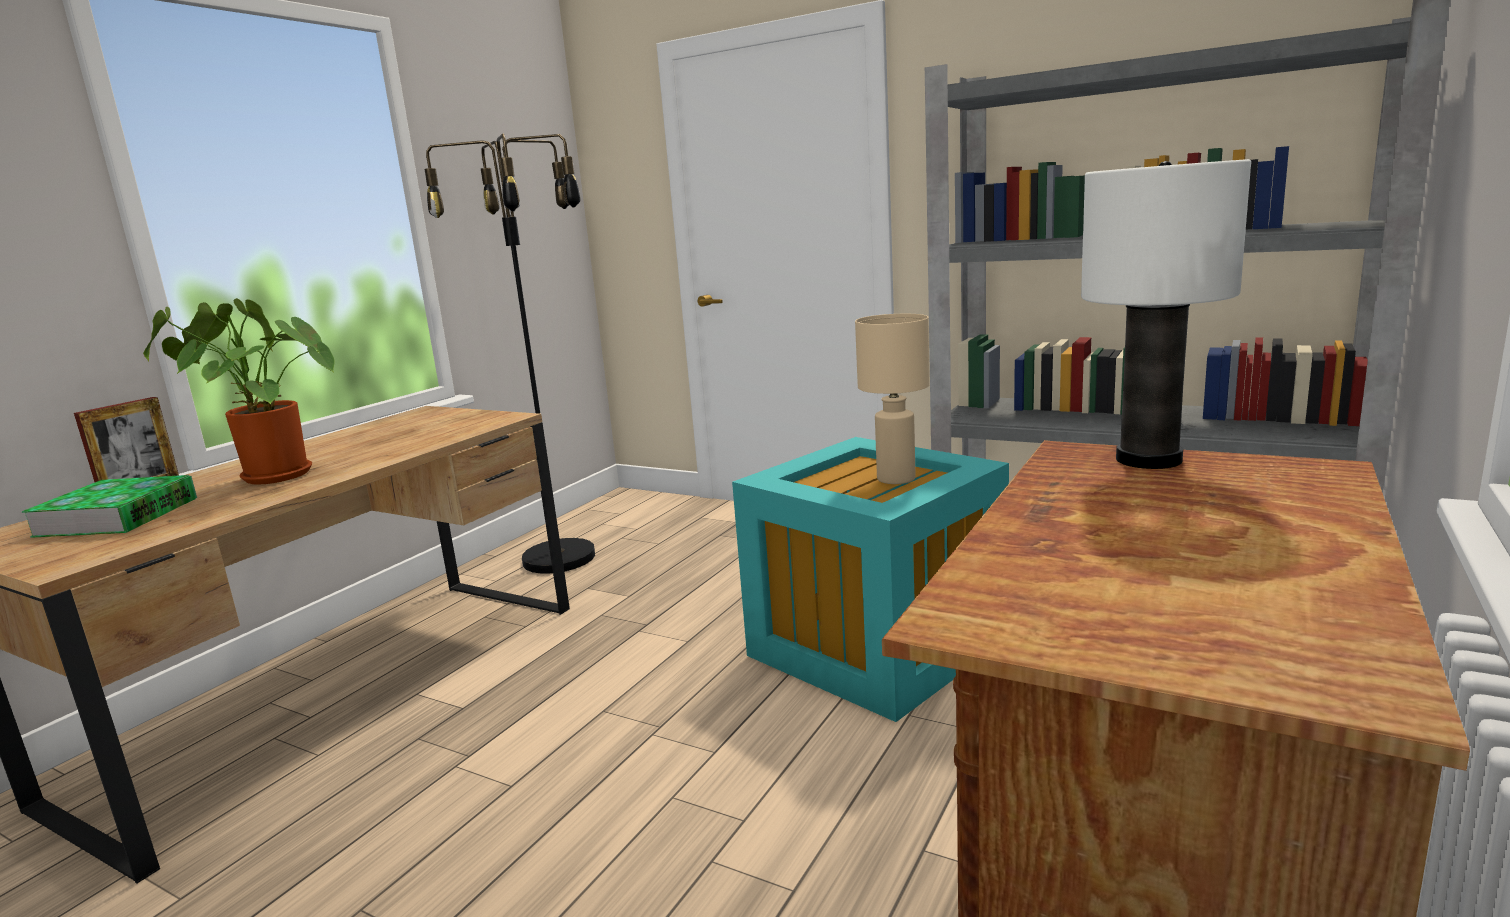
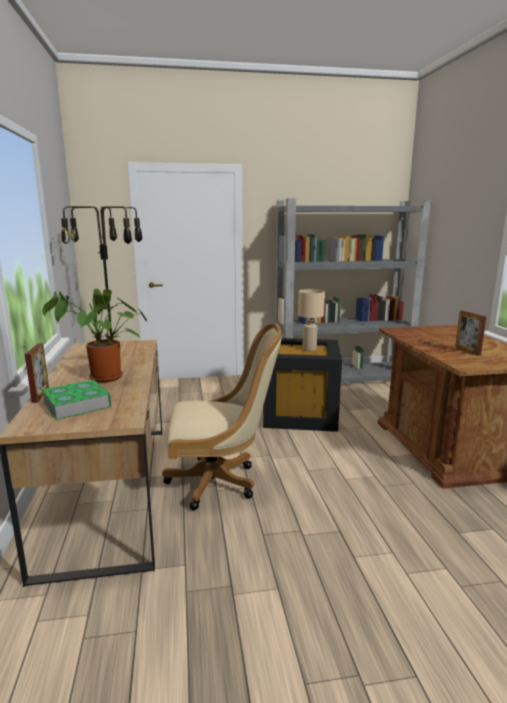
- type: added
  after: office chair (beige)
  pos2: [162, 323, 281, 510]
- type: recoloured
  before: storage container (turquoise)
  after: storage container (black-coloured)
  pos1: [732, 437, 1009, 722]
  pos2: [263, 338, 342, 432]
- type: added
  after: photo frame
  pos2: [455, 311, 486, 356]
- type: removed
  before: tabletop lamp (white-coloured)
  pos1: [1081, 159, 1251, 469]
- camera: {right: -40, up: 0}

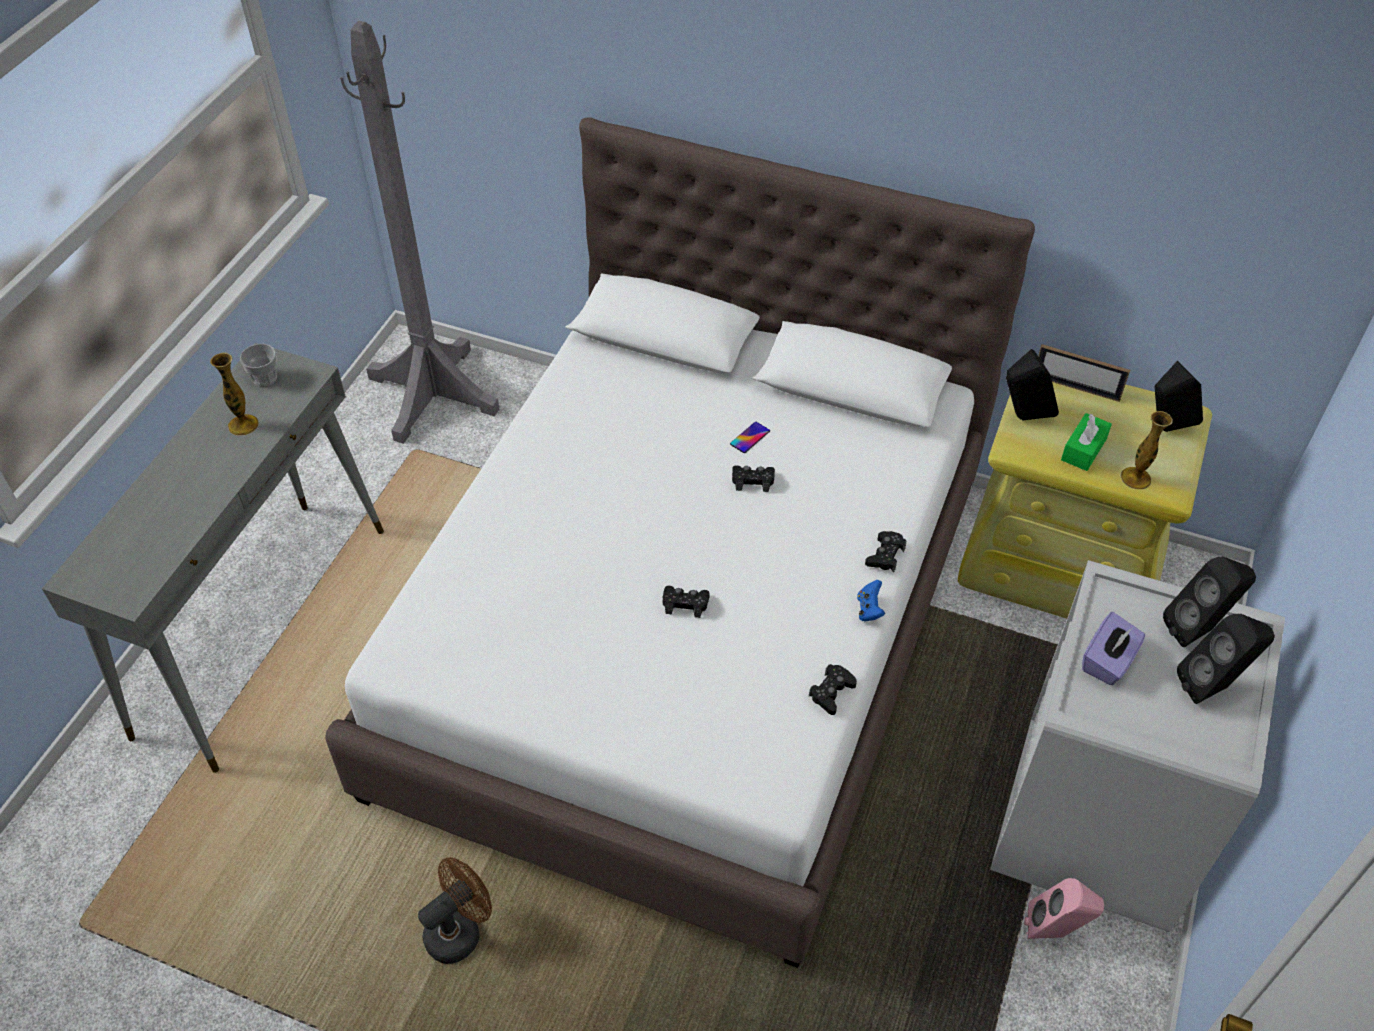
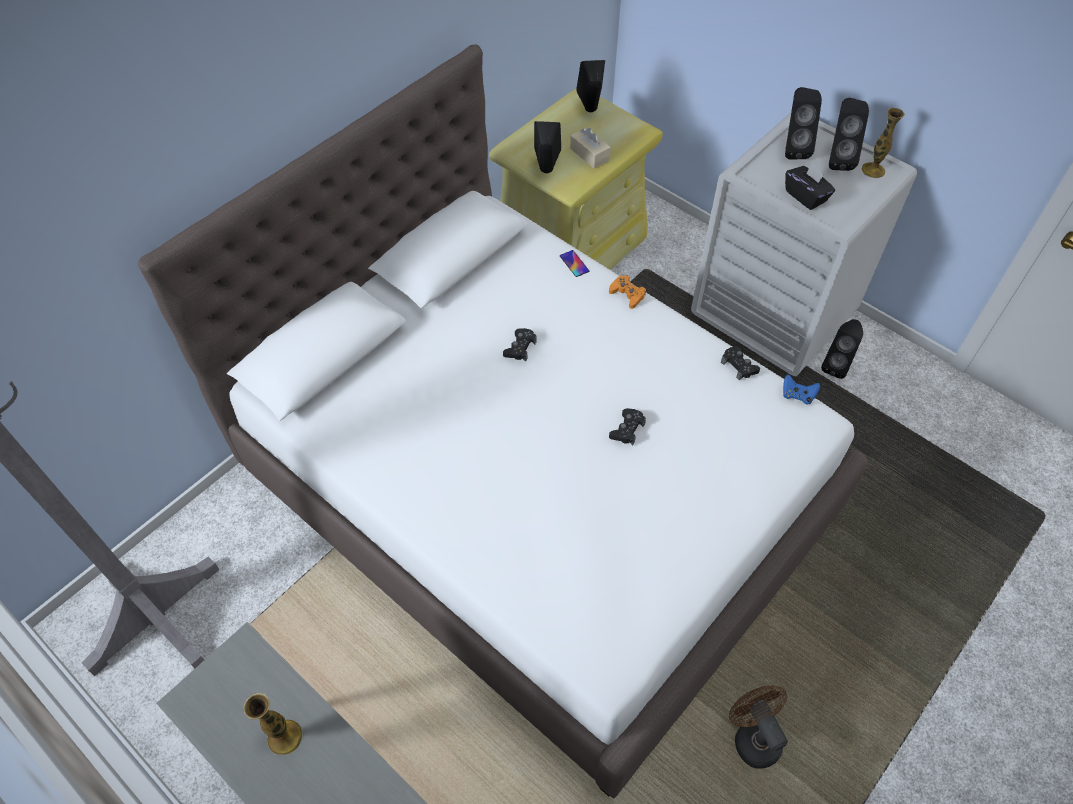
- type: moved
  before: phone
  pos1: [730, 422, 770, 453]
  pos2: [560, 250, 589, 277]
- type: recoloured
  before: box of tissues (green-coloured)
  after: box of tissues (beige)
  pos1: [1061, 413, 1112, 471]
  pos2: [570, 128, 611, 169]
- type: recoloured
  before: joypad (black-coloured)
  after: joypad (orangey)
  pos1: [865, 531, 906, 572]
  pos2: [609, 275, 646, 309]
- type: moved
  before: joypad (bluish)
  pos1: [857, 580, 885, 621]
  pos2: [783, 374, 820, 404]
- type: recoloured
  before: box of tissues (purplish)
  after: box of tissues (black-coloured)
  pos1: [1082, 612, 1145, 685]
  pos2: [785, 162, 835, 210]
- type: recoloured
  before: audio speaker (pink)
  after: audio speaker (black-coloured)
  pos1: [1024, 878, 1104, 939]
  pos2: [821, 319, 863, 379]
- type: moved
  before: decorative vase
  pos1: [1120, 411, 1173, 489]
  pos2: [862, 108, 905, 178]
- type: removed
  before: small cup
  pos1: [240, 344, 277, 387]
- type: removed
  before: photo frame
  pos1: [1038, 344, 1130, 402]
- camera: {right: -70, up: 5}

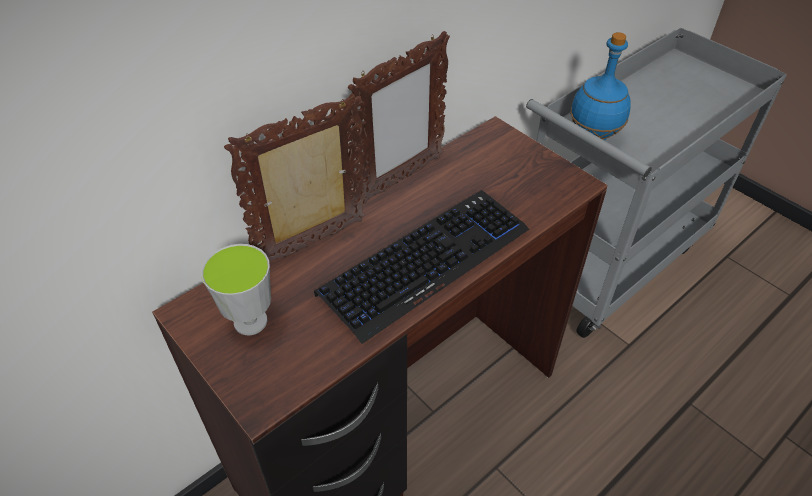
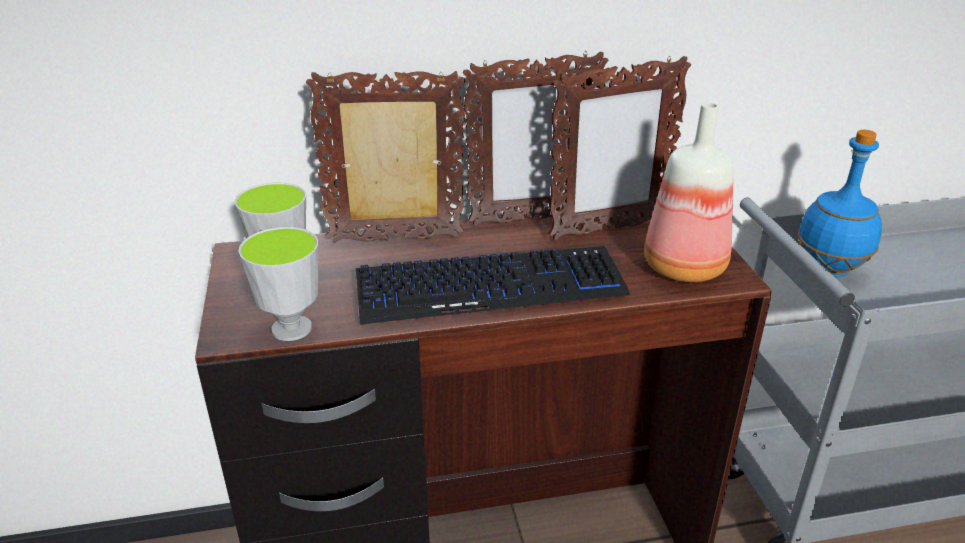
- type: added
  after: small cup
  pos2: [238, 227, 318, 341]
- type: added
  after: photo frame
  pos2: [549, 56, 691, 240]
- type: added
  after: bottle
  pos2: [644, 102, 734, 282]
- camera: {right: 30, up: -15}

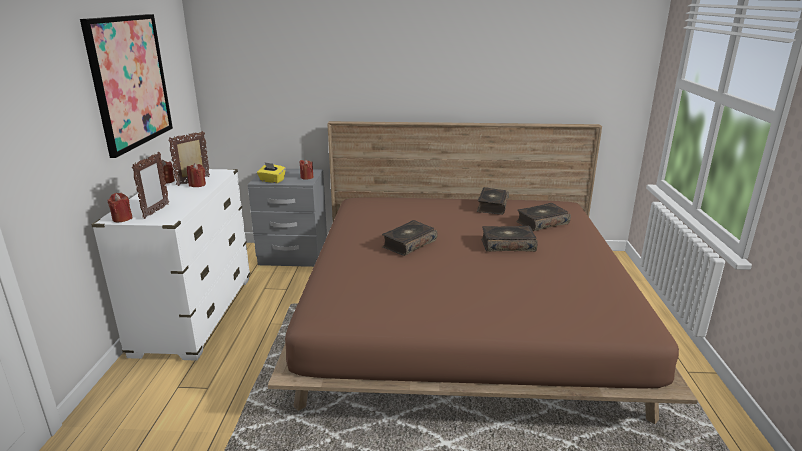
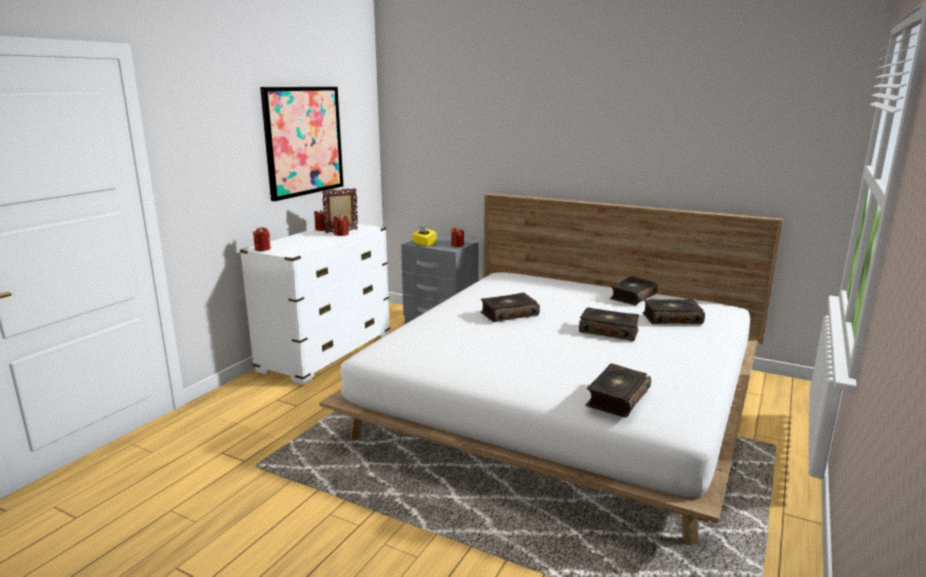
- type: recoloured
  before: bedroom bed (brown)
  after: bedroom bed (white-coloured)
  pos1: [268, 121, 698, 424]
  pos2: [319, 193, 783, 546]
- type: added
  after: volume
  pos2: [585, 364, 651, 418]
- type: removed
  before: photo frame
  pos1: [132, 152, 169, 219]
- camera: {right: 25, up: -5}

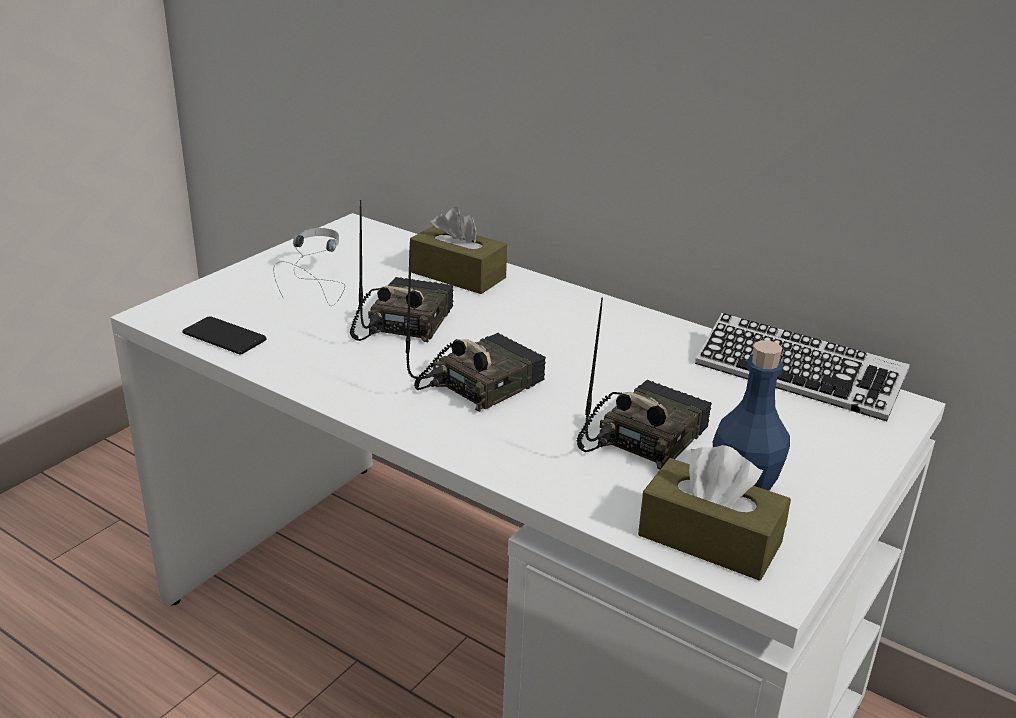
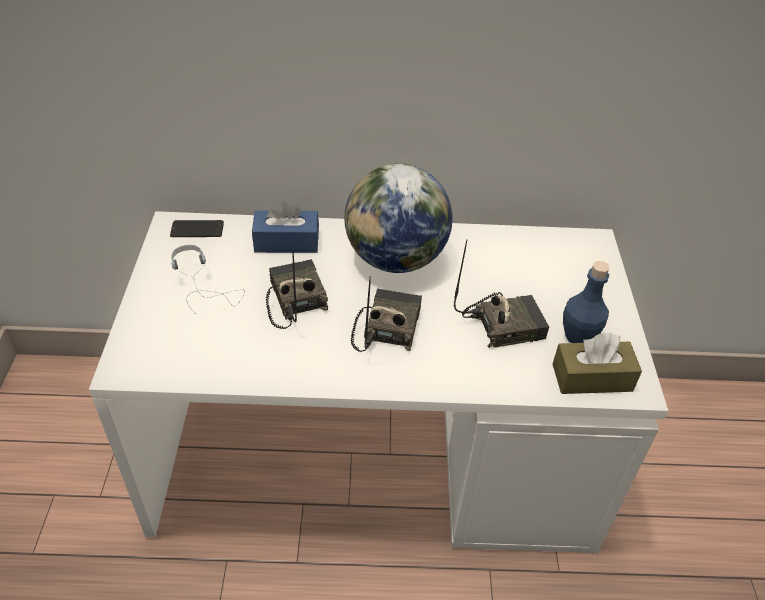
- type: moved
  before: phone
  pos1: [182, 316, 266, 354]
  pos2: [170, 220, 224, 237]
- type: recoloured
  before: box of tissues (brown)
  after: box of tissues (bluish)
  pos1: [410, 207, 507, 294]
  pos2: [252, 201, 319, 253]
- type: added
  after: desk globe
  pos2: [345, 163, 453, 273]
- type: turned
  before: radio set
  pos1: [576, 297, 712, 469]
  pos2: [454, 239, 549, 348]
  turn: 75
- type: removed
  before: keyboard
  pos1: [695, 313, 910, 421]
- camera: {right: -35, up: 15}

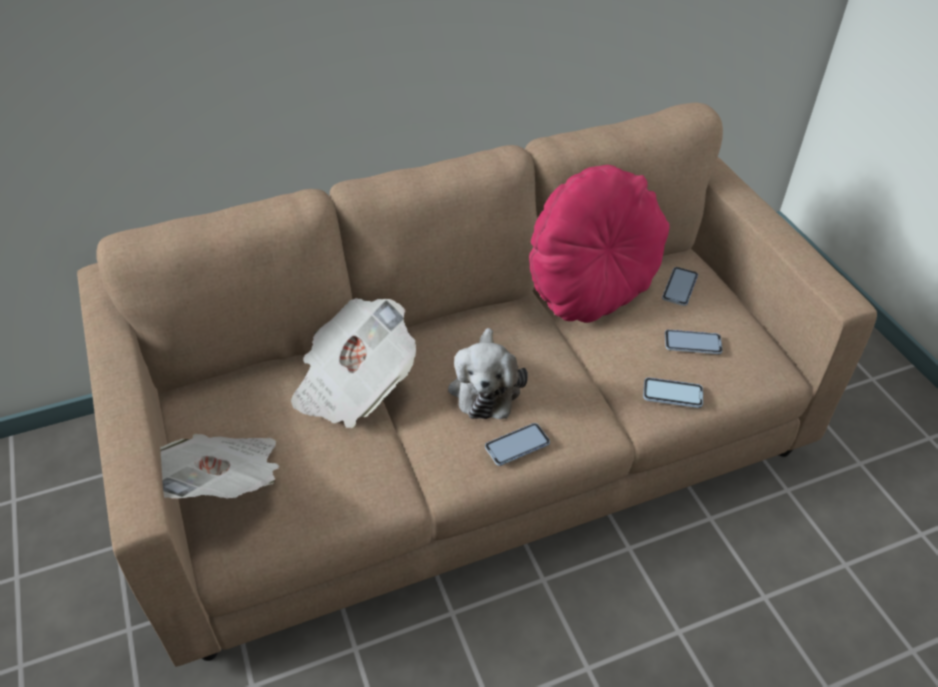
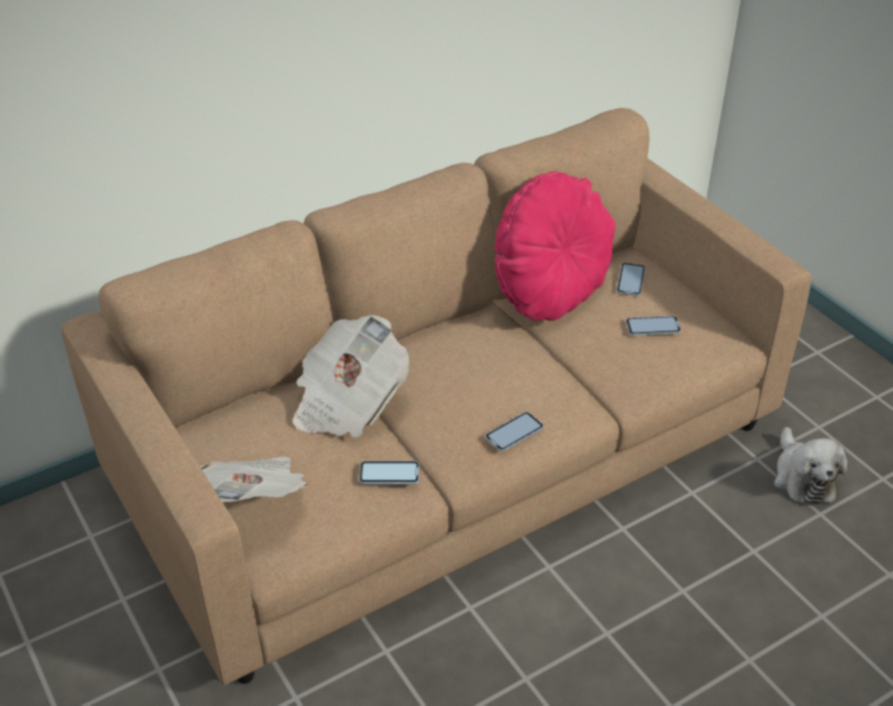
- type: moved
  before: phone
  pos1: [643, 378, 703, 408]
  pos2: [359, 461, 420, 485]
- type: moved
  before: soft toy
  pos1: [448, 328, 528, 419]
  pos2: [774, 427, 848, 506]
- camera: {right: -10, up: -5}

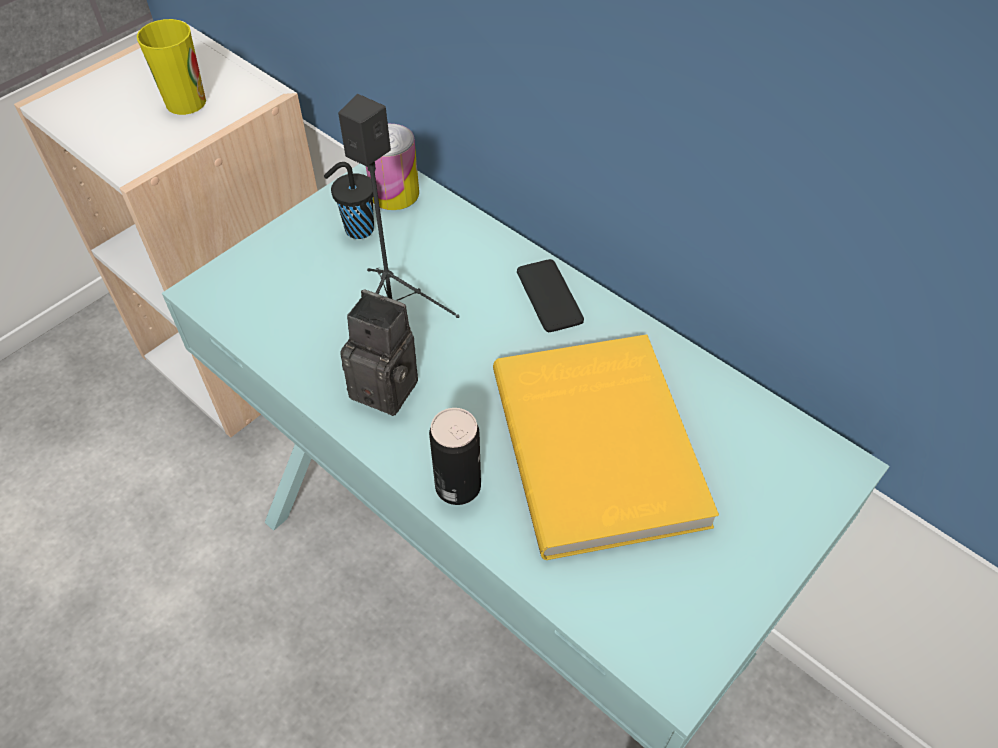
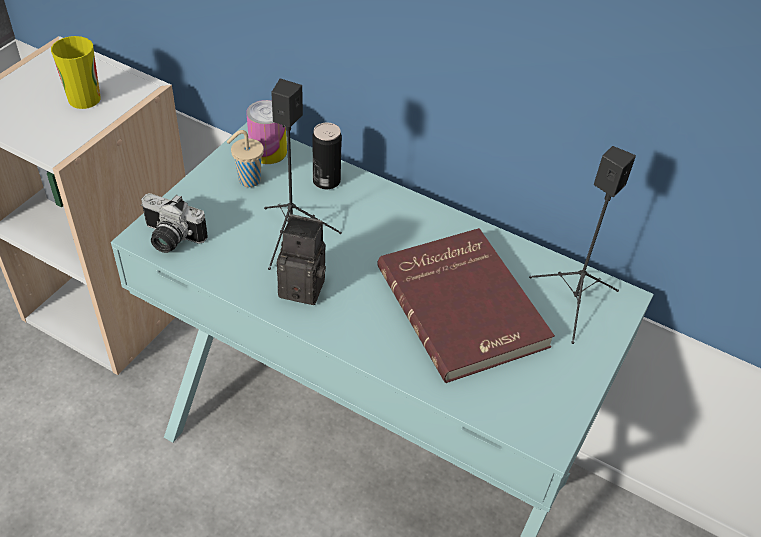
- type: added
  after: photo camera
  pos2: [141, 193, 208, 253]
- type: recoloured
  before: small cup (black-coloured)
  after: small cup (beige)
  pos1: [324, 162, 374, 239]
  pos2: [227, 130, 264, 187]
- type: moved
  before: metal can
  pos1: [429, 408, 481, 505]
  pos2: [312, 123, 342, 189]
- type: recoloured
  before: volume (yellow)
  after: volume (red)
  pos1: [493, 334, 719, 560]
  pos2: [377, 228, 555, 383]
- type: added
  after: audio speaker (black-coloured)
  pos2: [529, 146, 636, 344]
- type: removed
  before: phone
  pos1: [517, 259, 584, 332]
- camera: {right: -15, up: -5}

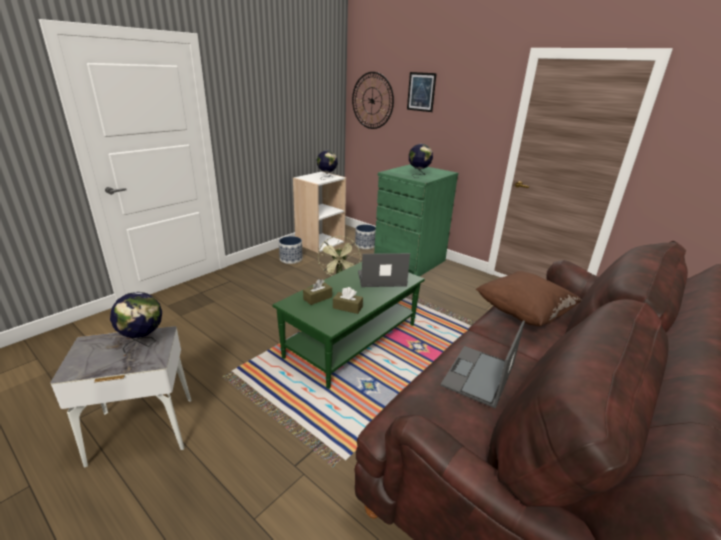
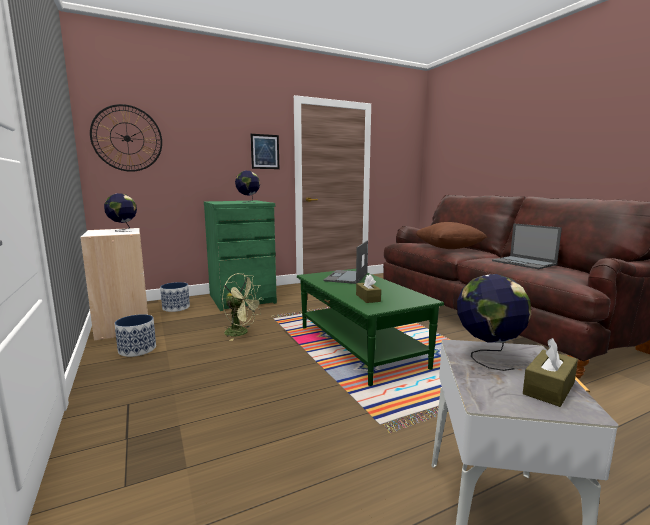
- type: moved
  before: wall picture
  pos1: [407, 72, 437, 112]
  pos2: [251, 134, 279, 169]
- type: moved
  before: box of tissues (brown)
  pos1: [333, 287, 363, 314]
  pos2: [523, 338, 578, 407]
- camera: {right: -65, up: -15}

